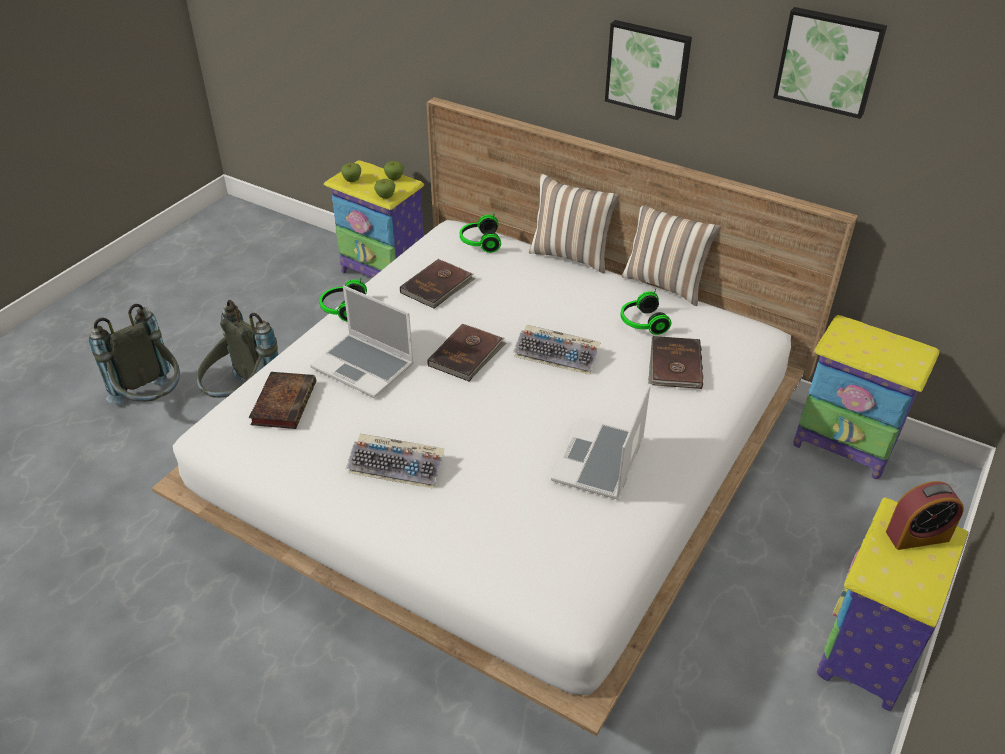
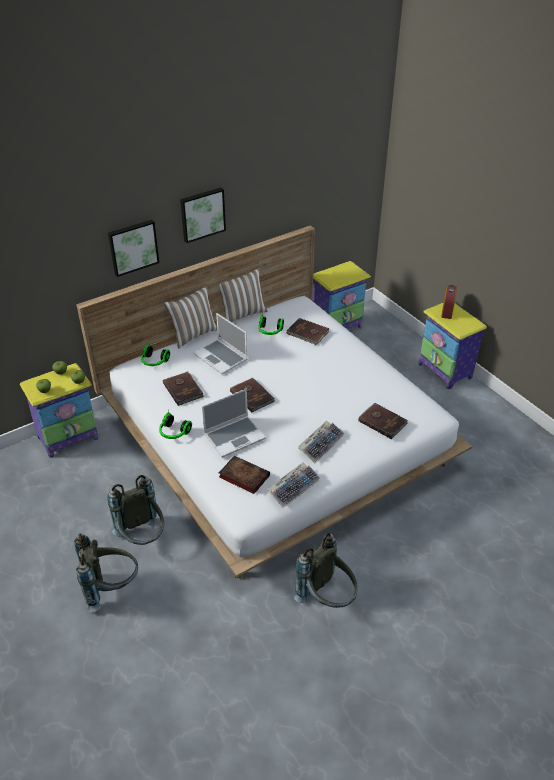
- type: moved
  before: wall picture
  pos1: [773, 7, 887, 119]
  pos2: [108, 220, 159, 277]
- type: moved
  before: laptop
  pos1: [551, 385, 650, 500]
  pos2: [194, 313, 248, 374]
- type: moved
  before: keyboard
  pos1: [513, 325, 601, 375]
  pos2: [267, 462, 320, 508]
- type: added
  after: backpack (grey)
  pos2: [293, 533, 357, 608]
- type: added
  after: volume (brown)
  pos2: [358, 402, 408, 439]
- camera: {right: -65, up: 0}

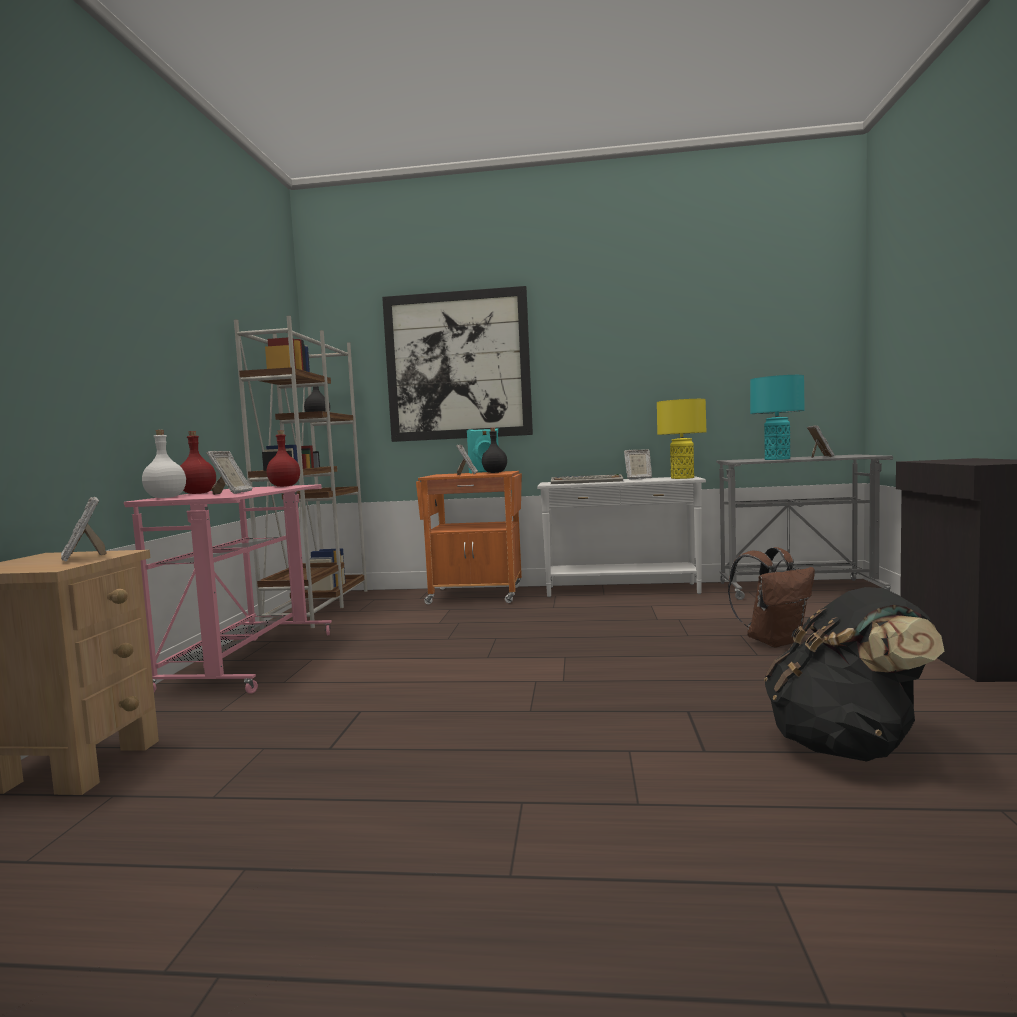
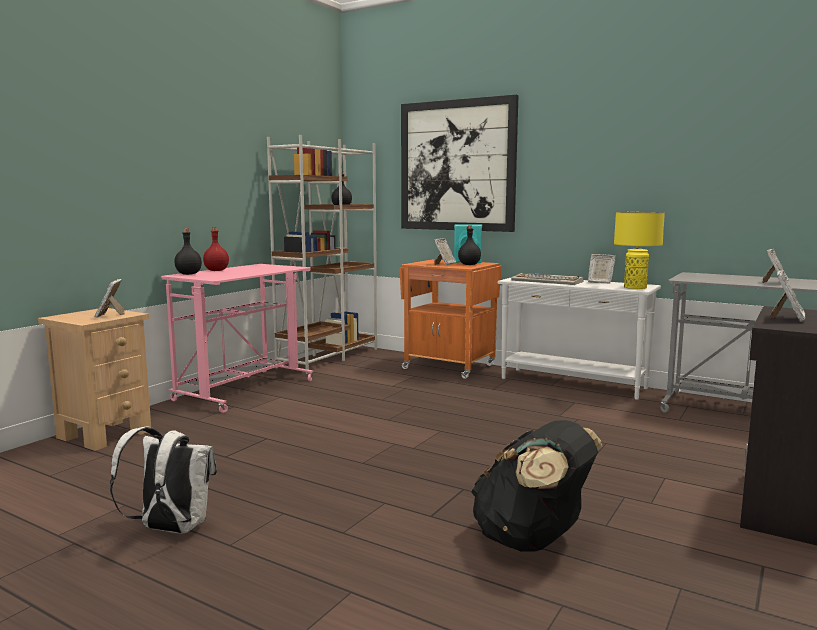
- type: added
  after: backpack (white-coloured)
  pos2: [110, 426, 217, 534]
- type: recoloured
  before: bottle (white-coloured)
  after: bottle (black-coloured)
  pos1: [142, 430, 186, 498]
  pos2: [174, 229, 202, 275]
- type: moved
  before: photo frame
  pos1: [206, 451, 252, 495]
  pos2: [770, 270, 805, 322]
- type: removed
  before: bottle (red)
  pos1: [267, 430, 300, 487]
- type: removed
  before: backpack (brown)
  pos1: [728, 547, 815, 647]
- type: removed
  before: tabletop lamp (turquoise)
  pos1: [750, 375, 805, 460]
- camera: {right: 25, up: 5}

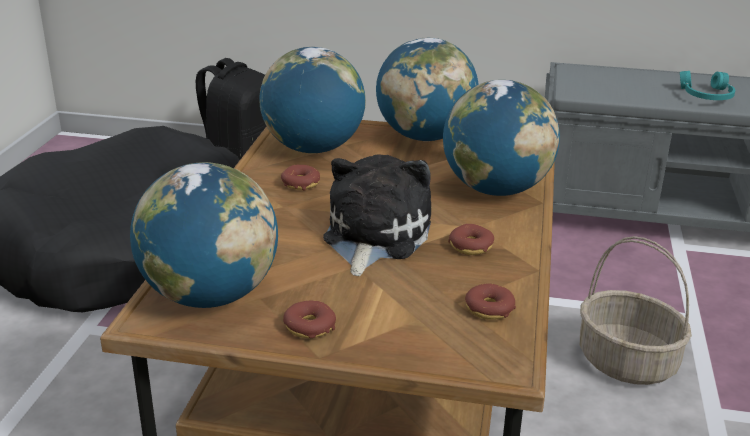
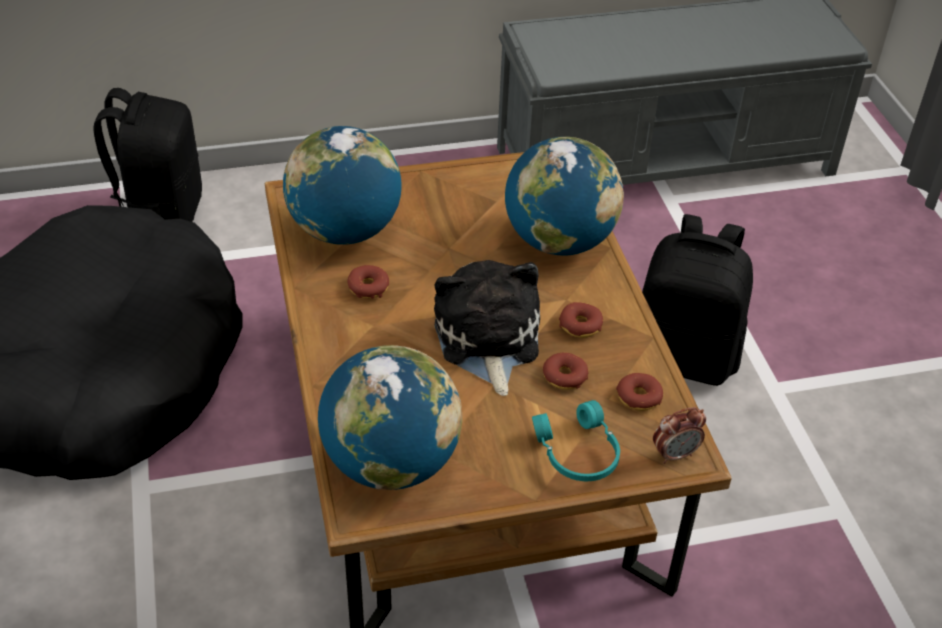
- type: moved
  before: headphones (turquoise)
  pos1: [680, 71, 735, 100]
  pos2: [532, 400, 620, 481]
- type: moved
  before: doughnut
  pos1: [283, 301, 336, 338]
  pos2: [543, 352, 588, 390]
- type: replaced
  before: household basket
  after: backpack (black-coloured)
  pos1: [580, 236, 692, 385]
  pos2: [642, 214, 753, 386]
- type: added
  after: alarm clock
  pos2: [653, 407, 706, 464]
- type: removed
  before: desk globe
  pos1: [376, 38, 479, 141]
- camera: {right: -25, up: 15}

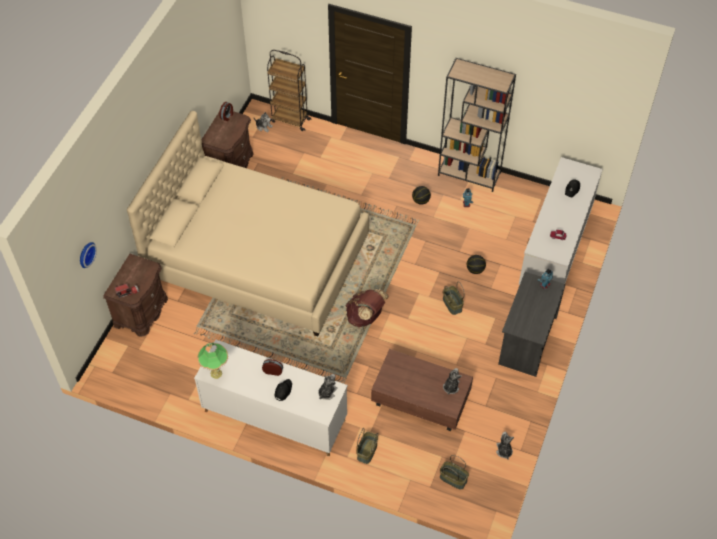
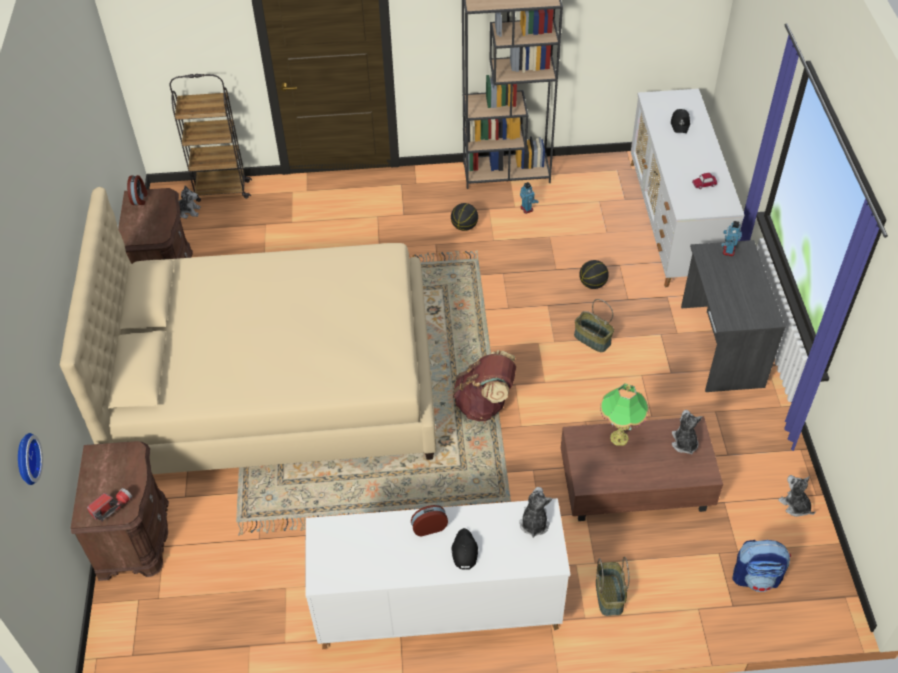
- type: moved
  before: tabletop lamp
  pos1: [197, 343, 228, 379]
  pos2: [600, 384, 649, 446]
- type: replaced
  before: household basket
  after: backpack
  pos1: [440, 455, 469, 489]
  pos2: [732, 540, 791, 592]
- camera: {right: -25, up: -5}

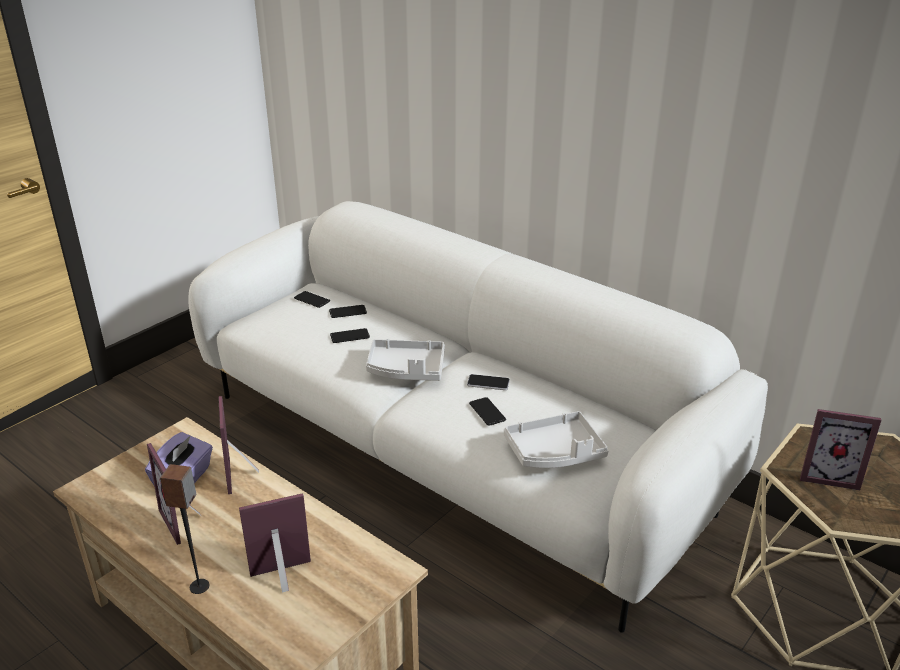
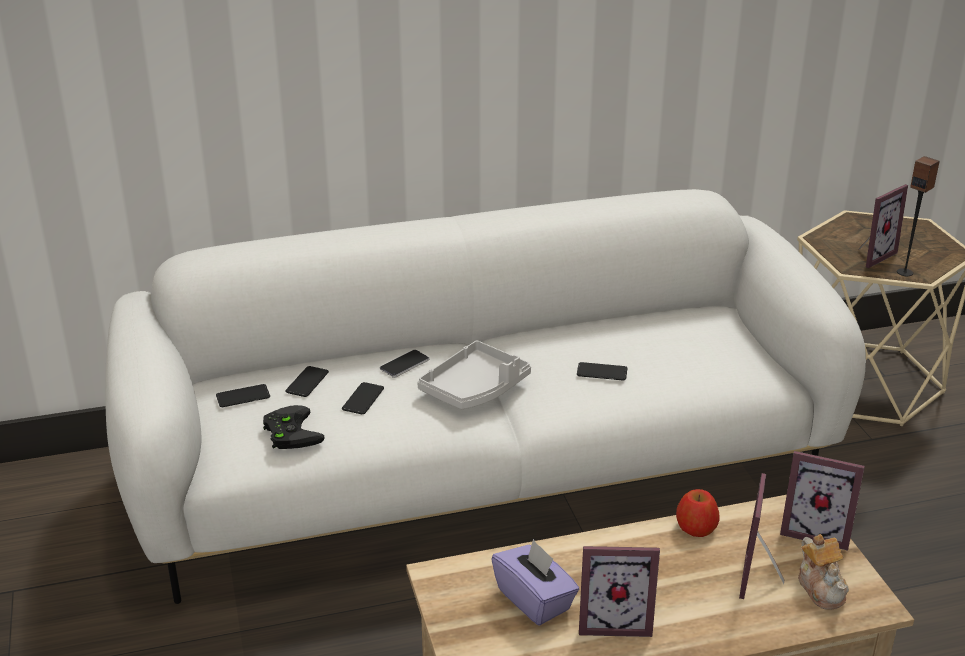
- type: added
  after: joypad (black-coloured)
  pos2: [263, 405, 325, 449]
- type: moved
  before: phone
  pos1: [467, 374, 510, 390]
  pos2: [380, 350, 429, 378]
- type: added
  after: whole apple
  pos2: [676, 489, 720, 537]
- type: moved
  before: photo frame
  pos1: [218, 396, 259, 494]
  pos2: [780, 451, 865, 551]
- type: added
  after: pot for tea
  pos2: [798, 534, 849, 610]
- type: moved
  before: audio speaker
  pos1: [160, 464, 209, 594]
  pos2: [897, 156, 940, 276]
- type: removed
  before: serving tray (grey)
  pos1: [504, 411, 608, 468]
- camera: {right: -55, up: 0}

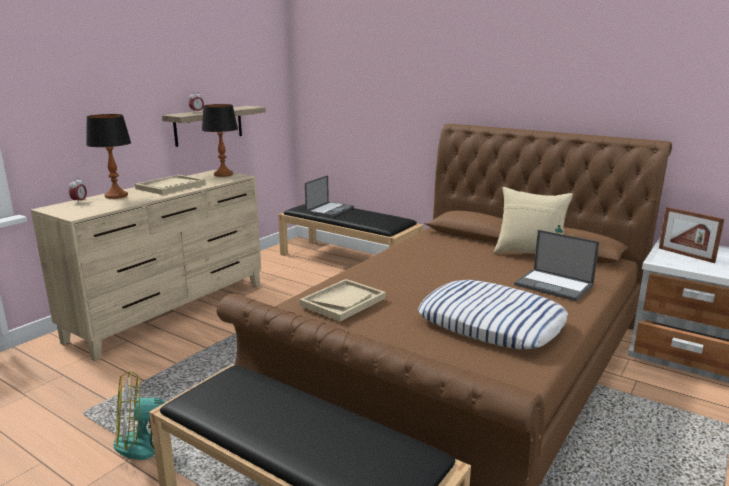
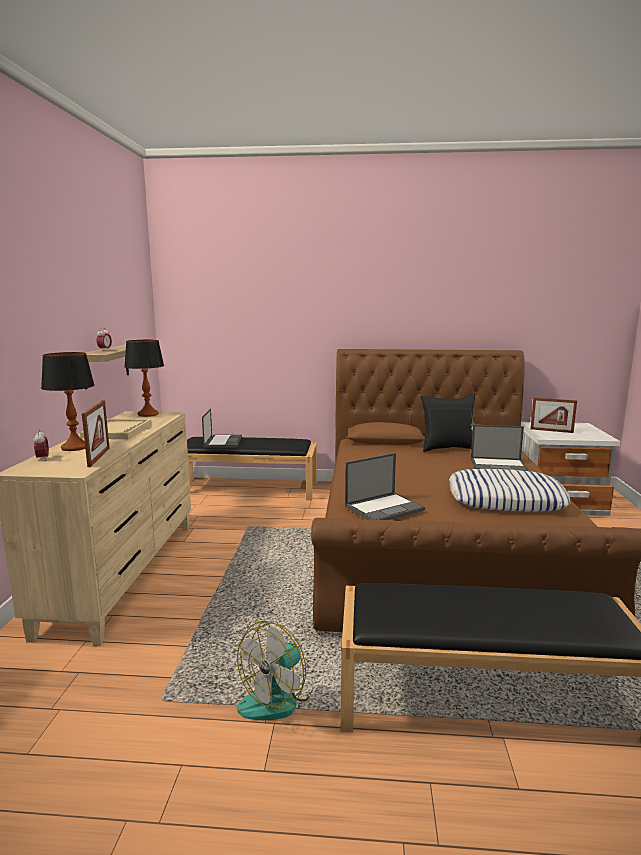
- type: added
  after: photo frame
  pos2: [82, 400, 110, 467]
- type: replaced
  before: serving tray (beige)
  after: laptop
  pos1: [300, 279, 386, 322]
  pos2: [345, 453, 425, 520]
- type: recoloured
  before: throw pillow (beige)
  after: throw pillow (black-coloured)
  pos1: [494, 187, 573, 254]
  pos2: [420, 395, 476, 452]
- camera: {right: -30, up: -5}

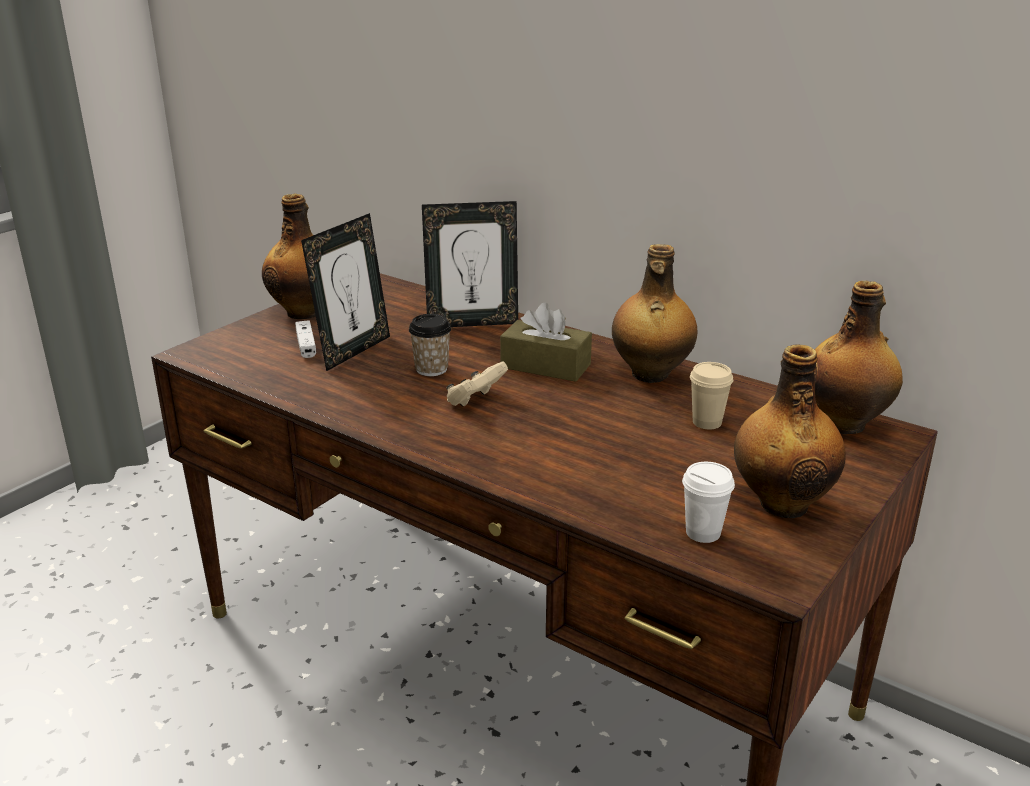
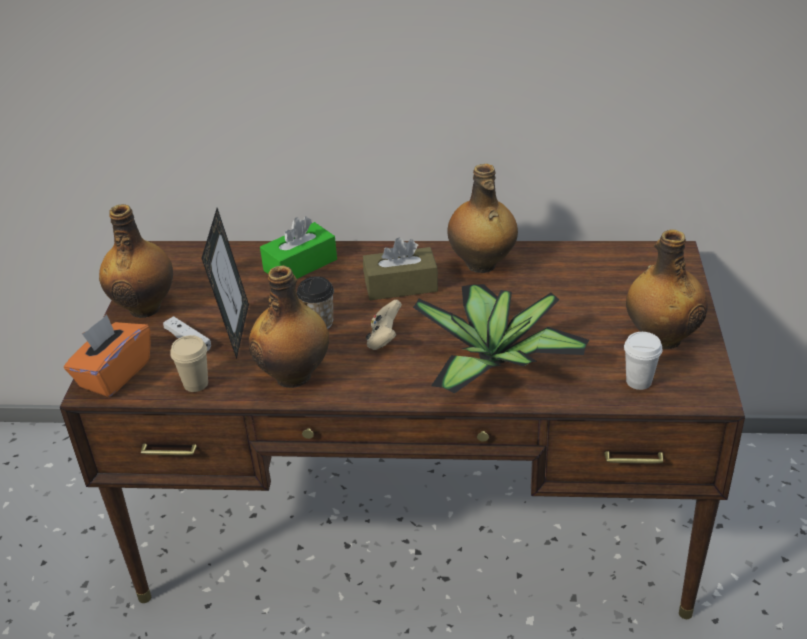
- type: added
  after: box of tissues (orangey)
  pos2: [64, 314, 150, 397]
- type: moved
  before: small cup (beige)
  pos1: [690, 362, 733, 429]
  pos2: [170, 335, 208, 392]
- type: moved
  before: bottle
  pos1: [814, 280, 903, 435]
  pos2: [249, 266, 329, 388]
- type: replaced
  before: photo frame
  after: box of tissues (green-coloured)
  pos1: [422, 201, 518, 327]
  pos2: [260, 217, 337, 279]
- type: added
  after: houseplant
  pos2: [413, 284, 590, 393]
- camera: {right: -30, up: 10}

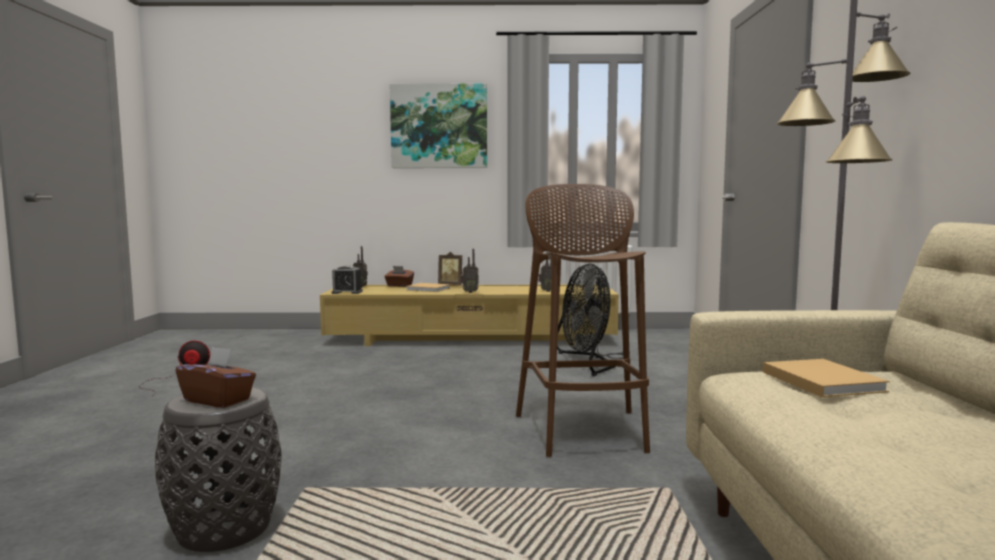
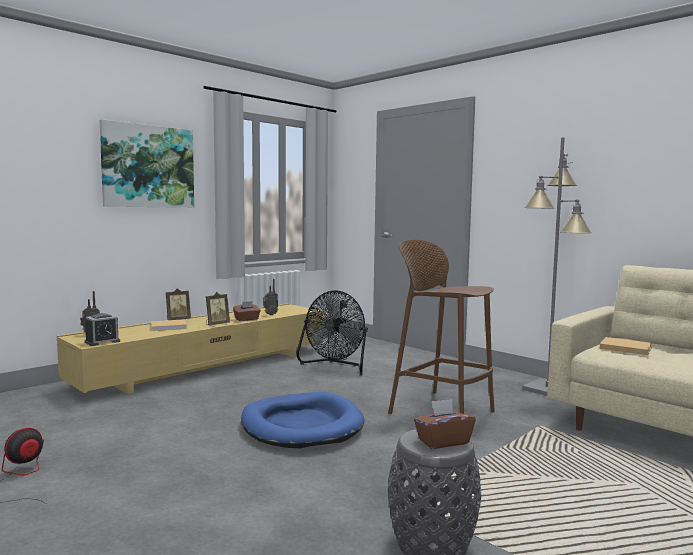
- type: replaced
  before: radio set
  after: photo frame
  pos1: [460, 249, 479, 293]
  pos2: [206, 292, 230, 326]
- type: moved
  before: box of tissues (brown)
  pos1: [384, 266, 414, 287]
  pos2: [233, 301, 261, 321]
- type: added
  after: pet bed (bluish)
  pos2: [241, 392, 365, 448]
- camera: {right: -45, up: 0}

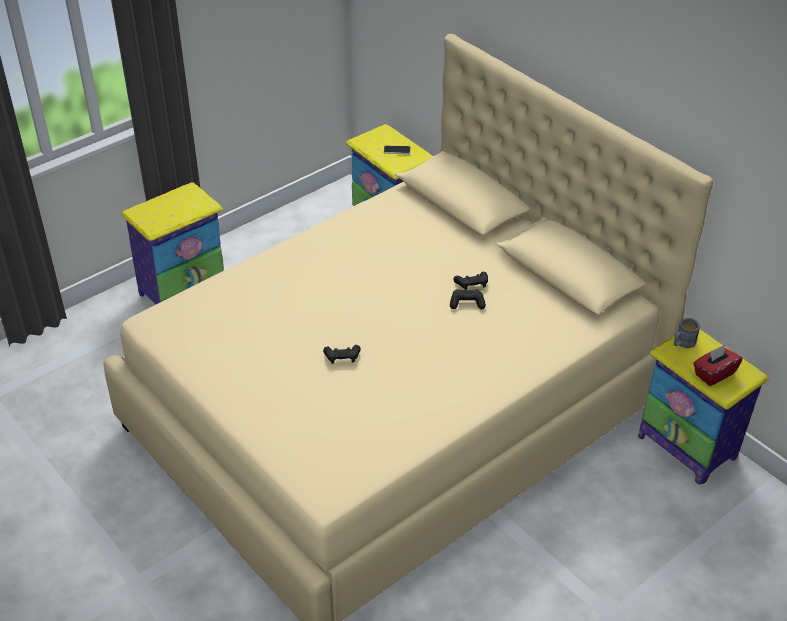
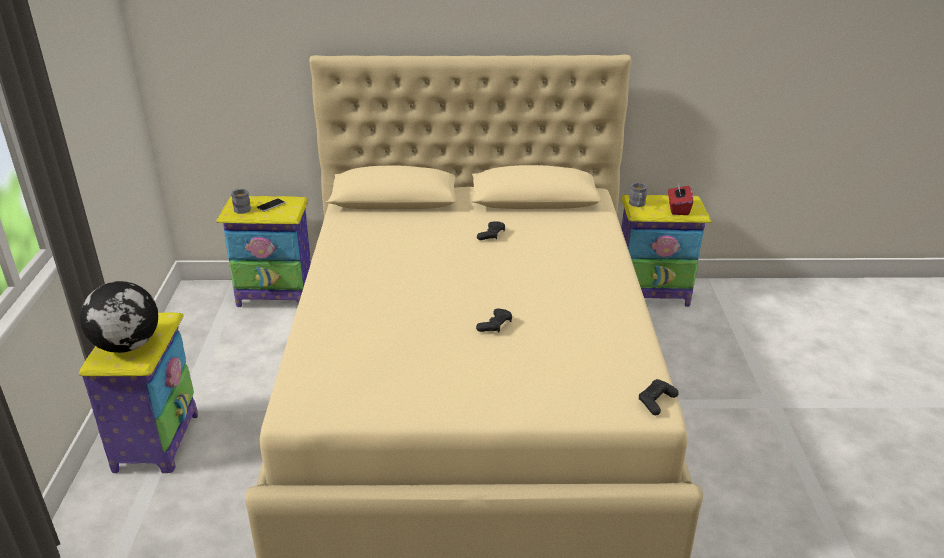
- type: added
  after: desk globe
  pos2: [80, 281, 158, 353]
- type: added
  after: tea mug (grey)
  pos2: [231, 188, 251, 214]
- type: moved
  before: joypad (black-coloured)
  pos1: [450, 289, 486, 309]
  pos2: [639, 379, 679, 415]
- camera: {right: -50, up: -10}

